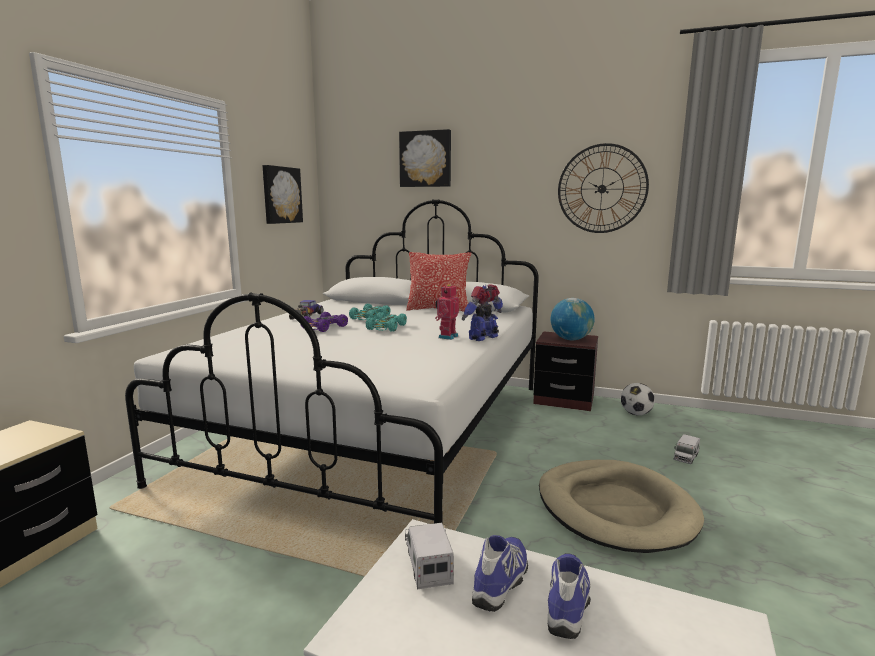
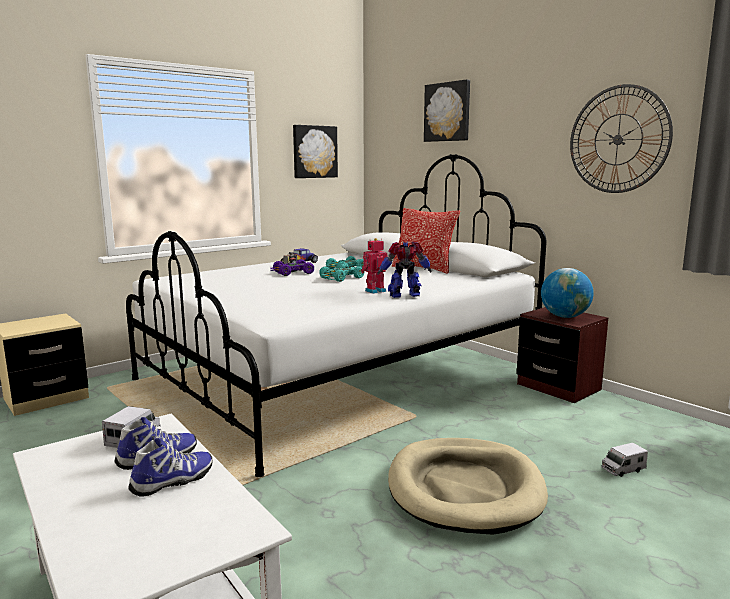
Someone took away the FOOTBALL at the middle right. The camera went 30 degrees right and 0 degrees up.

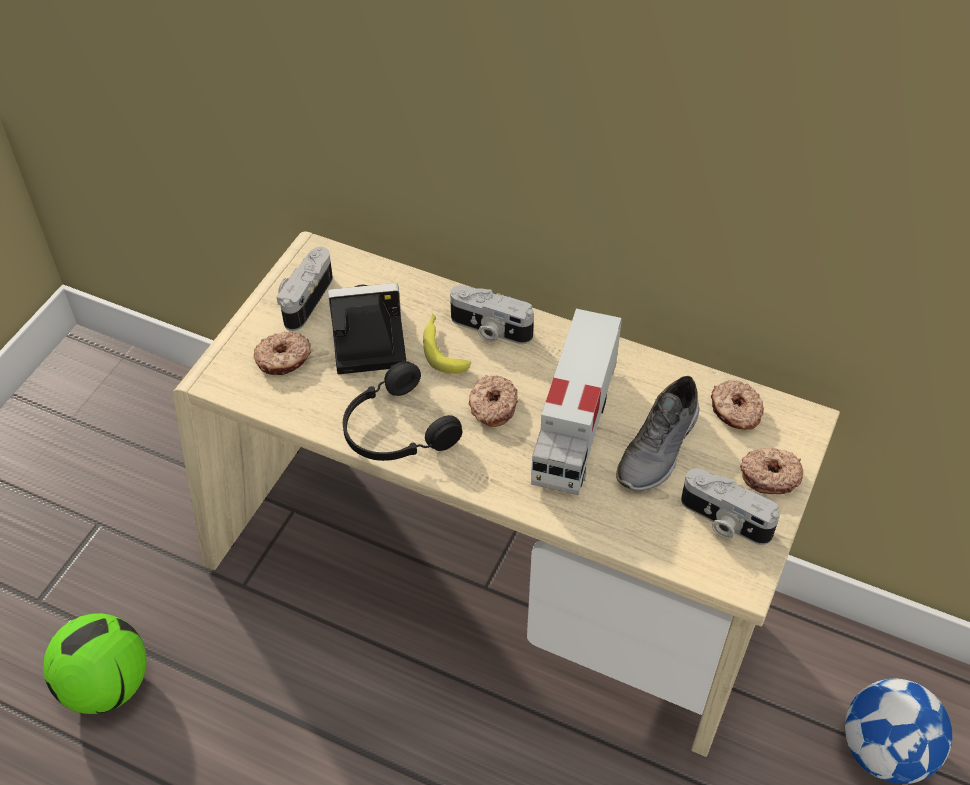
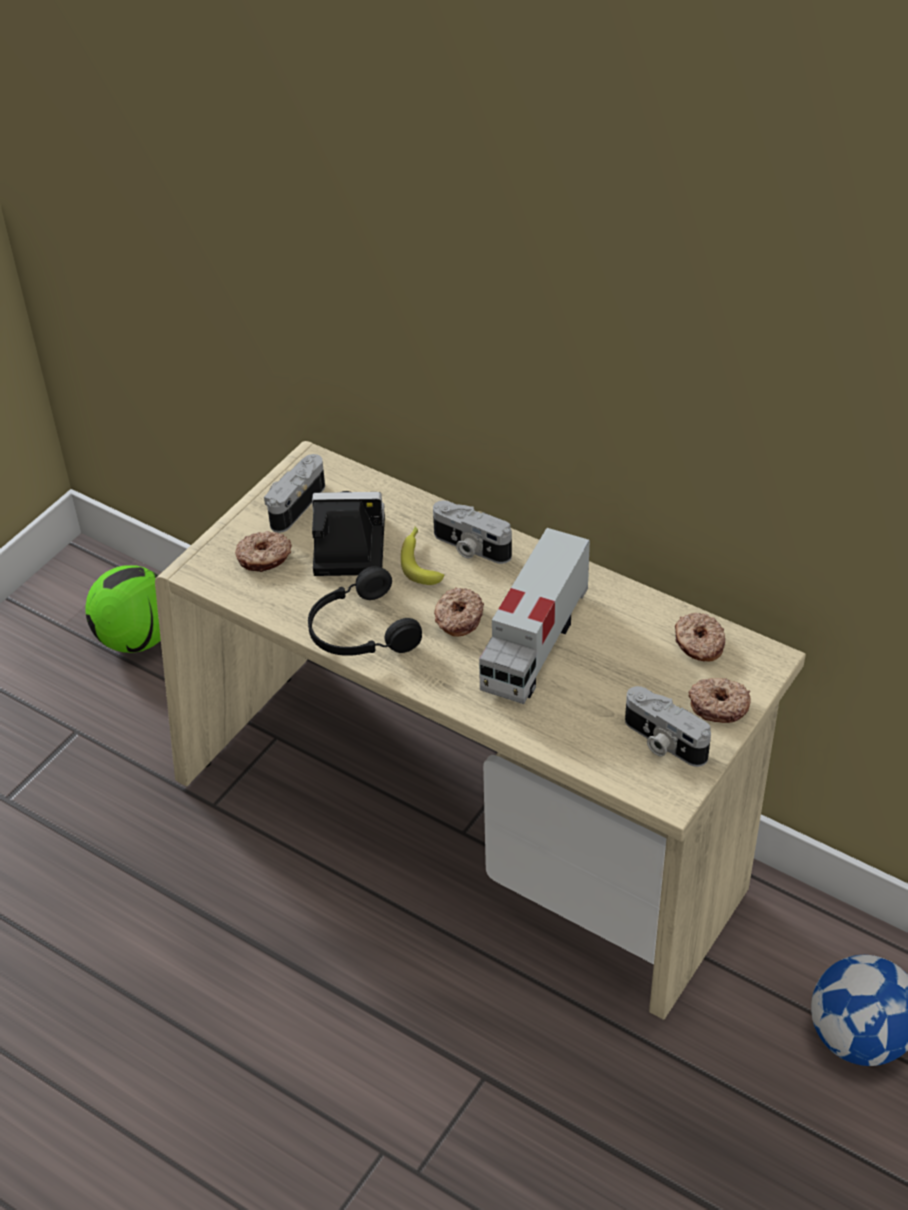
Someone took away the GREY SHOE at the middle right. Someone carried the FOOTBALL (no. 1 from left) from the bottom left to the middle left. The camera went 10 degrees right and 5 degrees down.

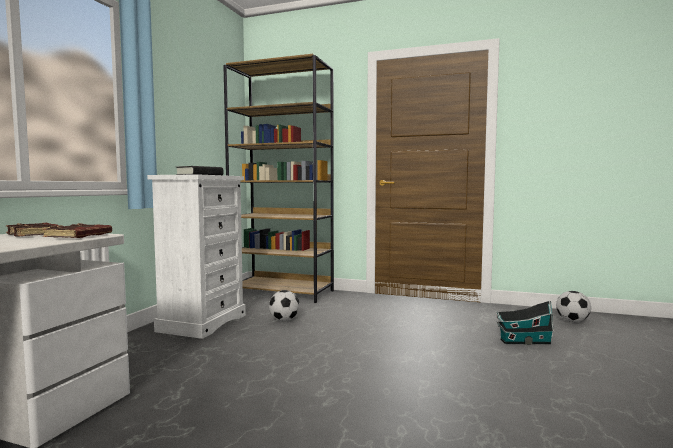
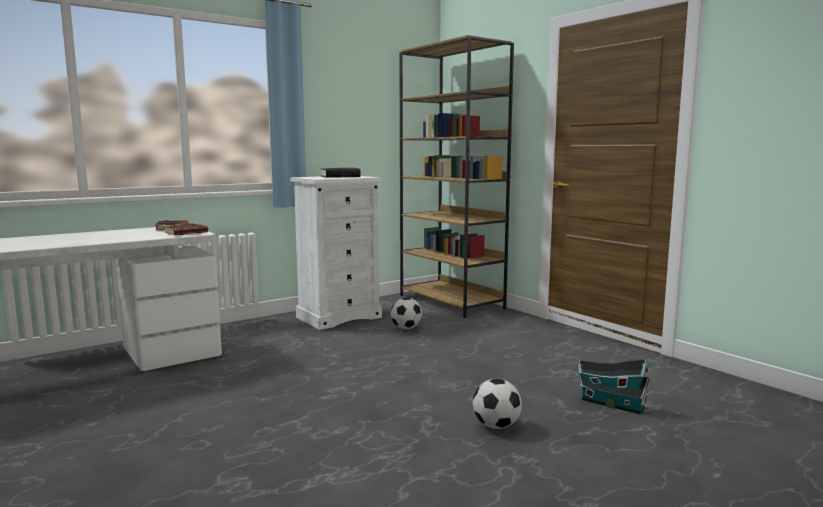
Someone carried the FOOTBALL (no. 2 from left) from the bottom right to the bottom centre. The camera went 35 degrees right and 5 degrees up.

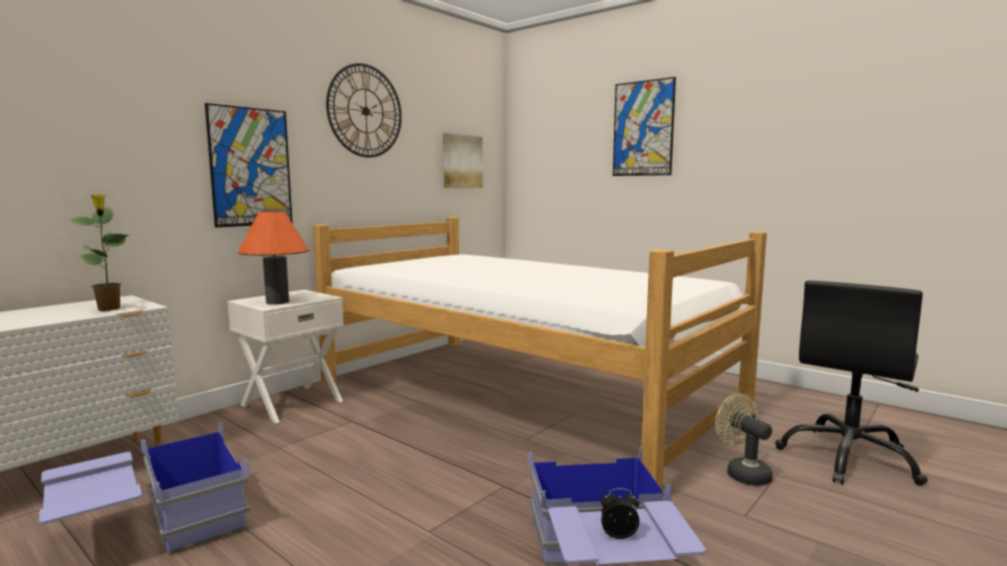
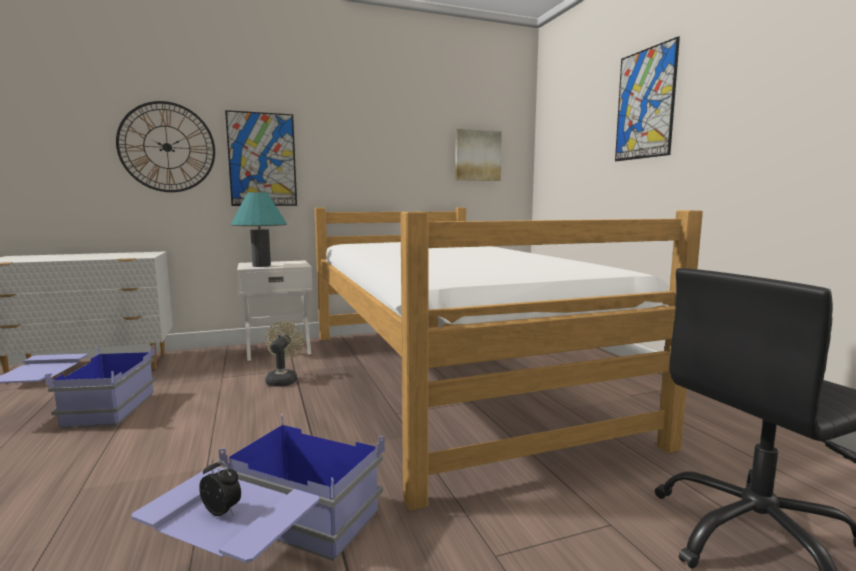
Someone carried the WALL CLOCK from the top centre to the top left. Someone took away the POTTED PLANT at the middle left. Someone repainted the ORANGE TABLE LAMP at the middle left, which became the TURQUOISE TABLE LAMP at the middle left. Someone carried the BEIGE FAN from the bottom right to the middle left. The camera went 30 degrees right and 0 degrees up.

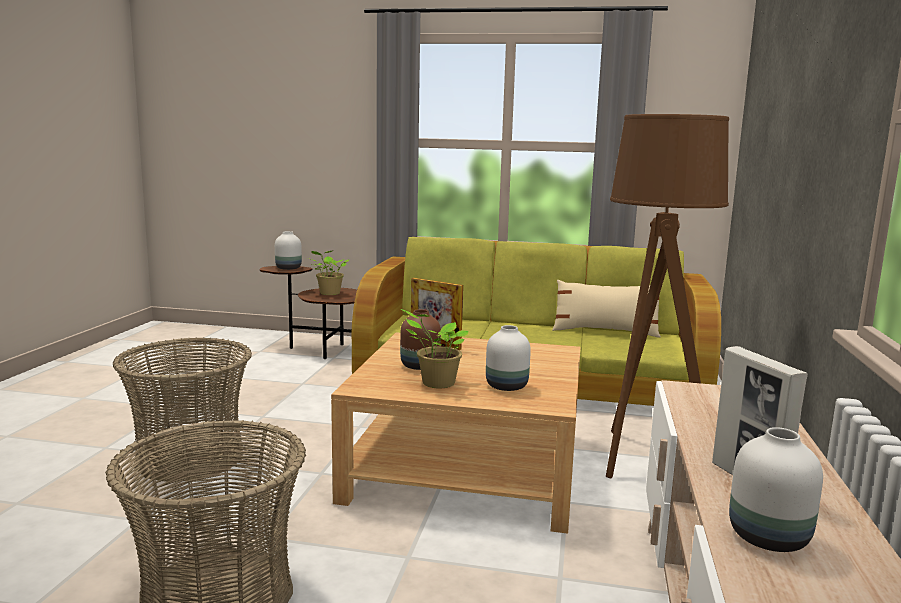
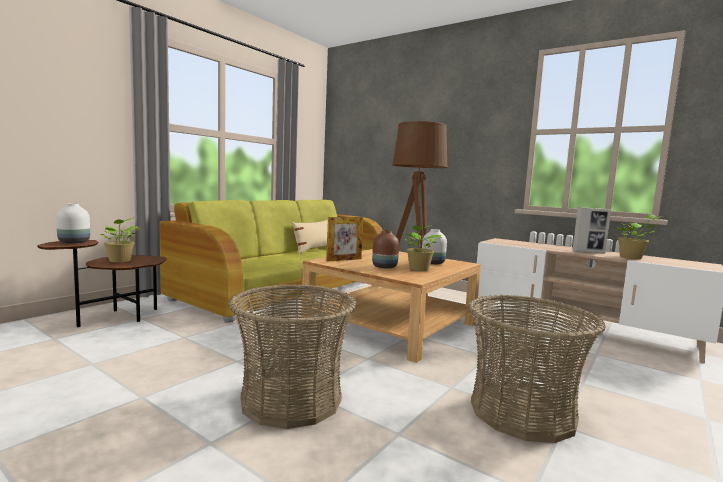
Someone swapped the WHITE VASE (no. 3 from left) at the bottom right for the POTTED PLANT (no. 3 from left) at the middle right. The camera went 65 degrees left and 5 degrees down.

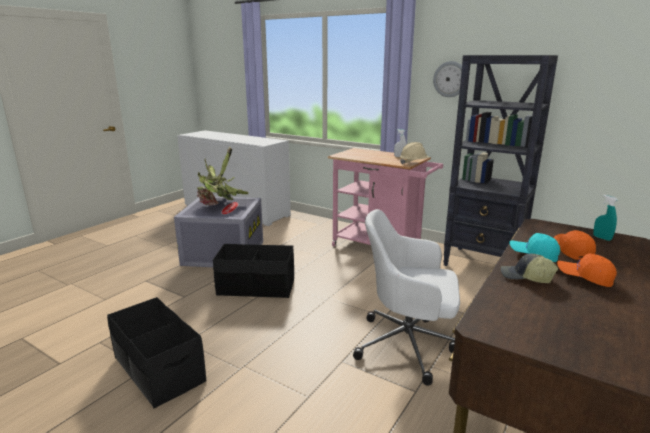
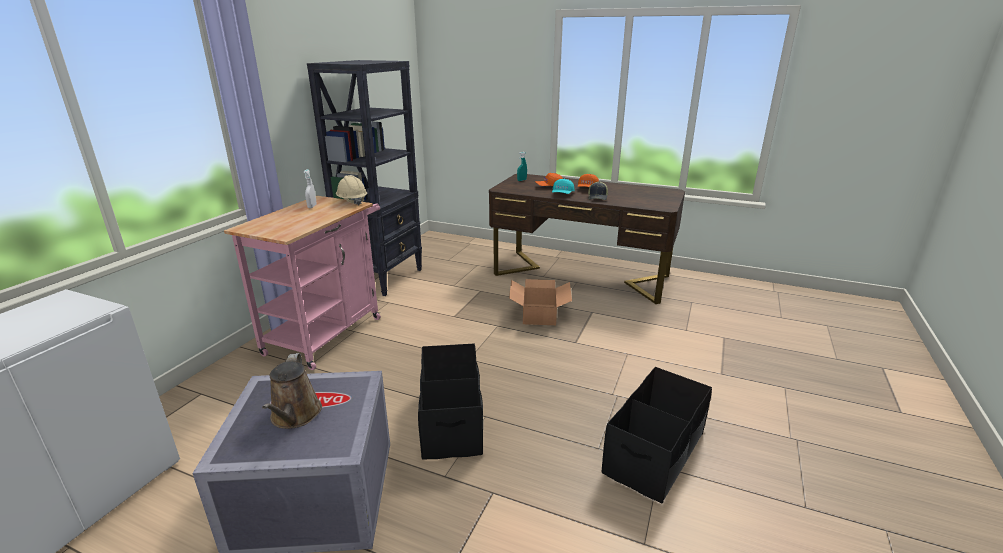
Someone took away the WALL CLOCK at the top right. Someone swapped the POTTED PLANT at the centre for the BROWN WATERING CAN at the bottom left. Someone swapped the WHITE OFFICE CHAIR at the bottom centre for the CARDBOARD BOX at the centre. The camera went 100 degrees left and 5 degrees up.

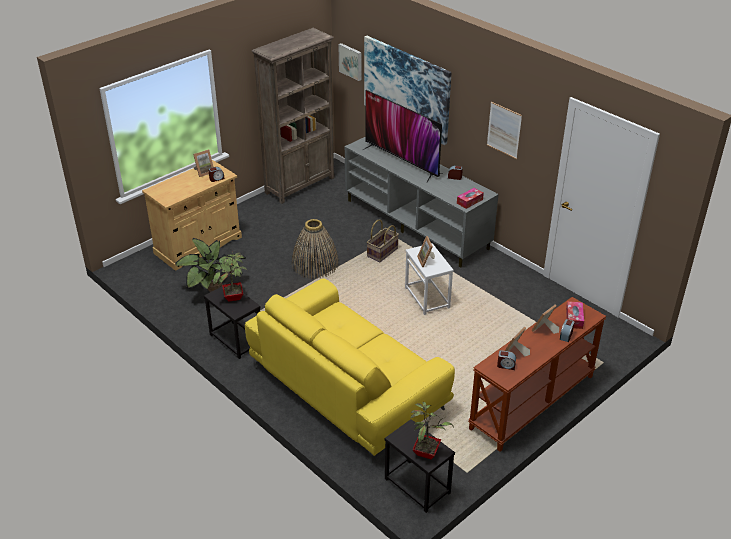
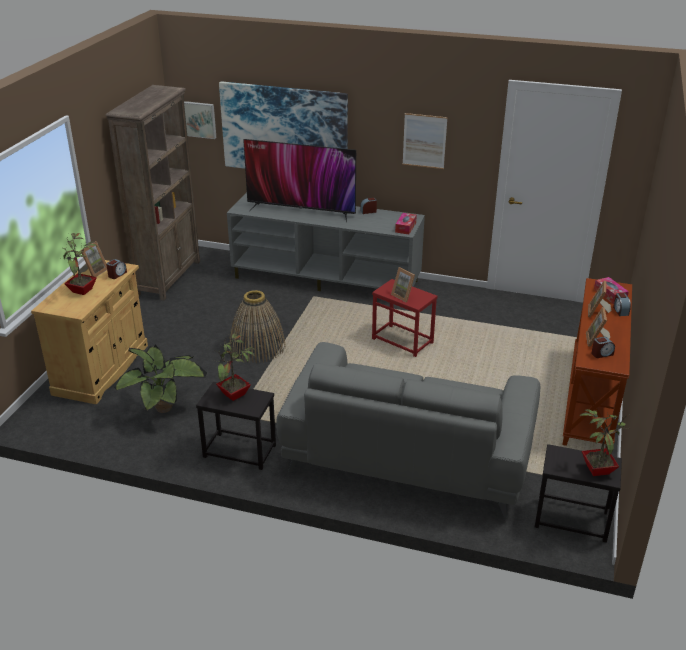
Someone took away the BASKET (no. 2 from left) at the centre. Someone repainted the WHITE SIDE TABLE at the centre, which became the RED SIDE TABLE at the centre. Someone repainted the YELLOW SOFA at the bottom centre, which became the GREY SOFA at the centre. Someone put down the POTTED PLANT (no. 1 from left) at the middle left. The camera went 30 degrees left and 5 degrees down.

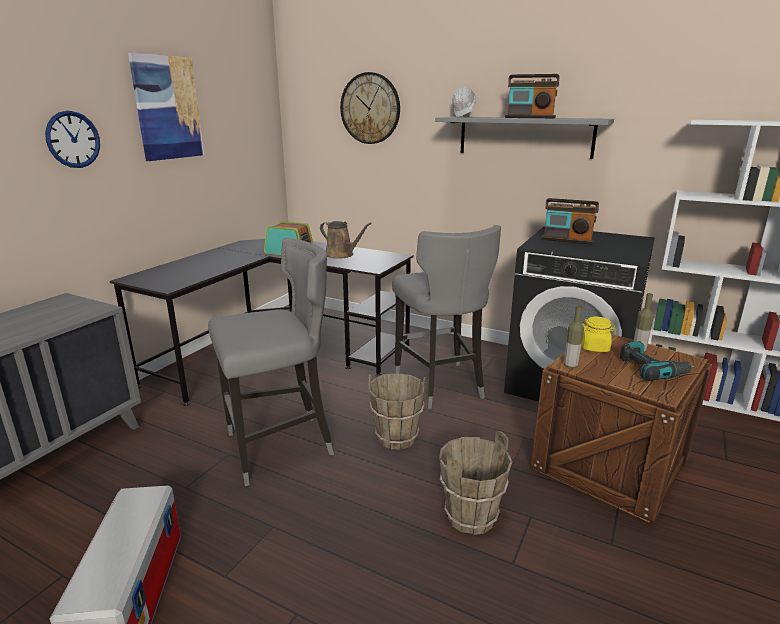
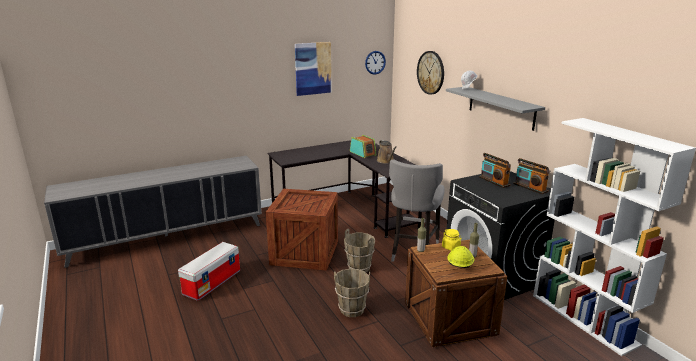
Someone carried the RADIO (no. 2 from left in the first image) from the top right to the middle right. Someone carried the WALL CLOCK (no. 1 from left) from the top left to the top centre. Someone swapped the GREY STOOL (no. 1 from left) at the centre for the CRATE (no. 1 from left) at the centre. Someone swapped the POWER DRILL at the middle right for the YELLOW HARD HAT at the bottom centre. The camera went 35 degrees right and 0 degrees up.

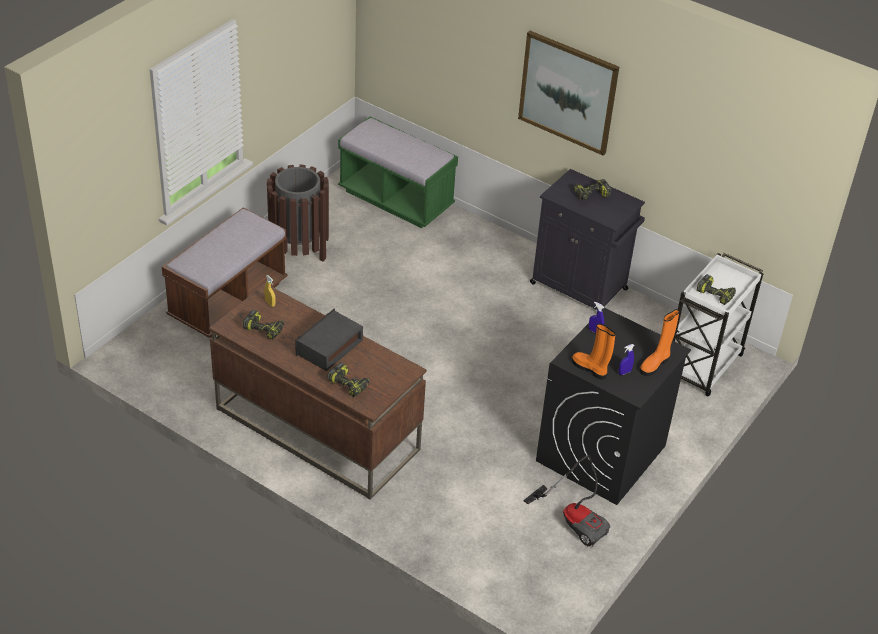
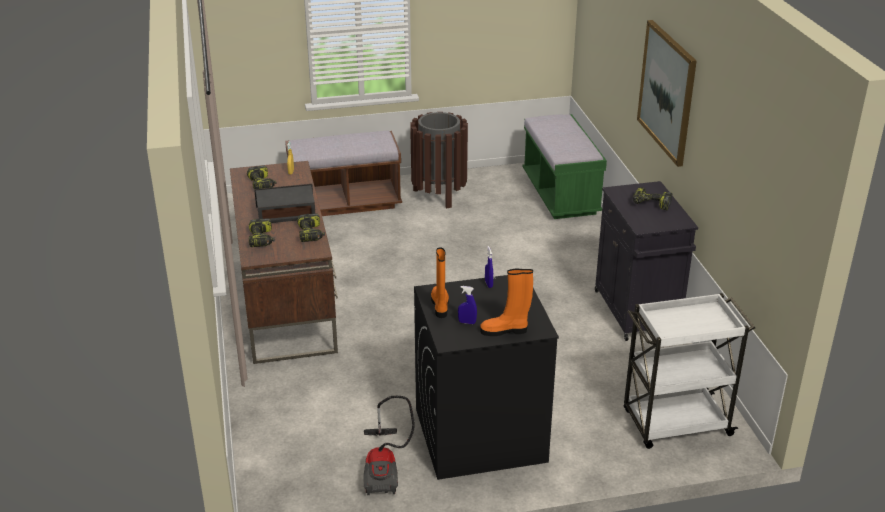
Someone carried the POWER DRILL (no. 4 from left in the first image) from the middle right to the centre. The camera went 45 degrees right and 10 degrees down.

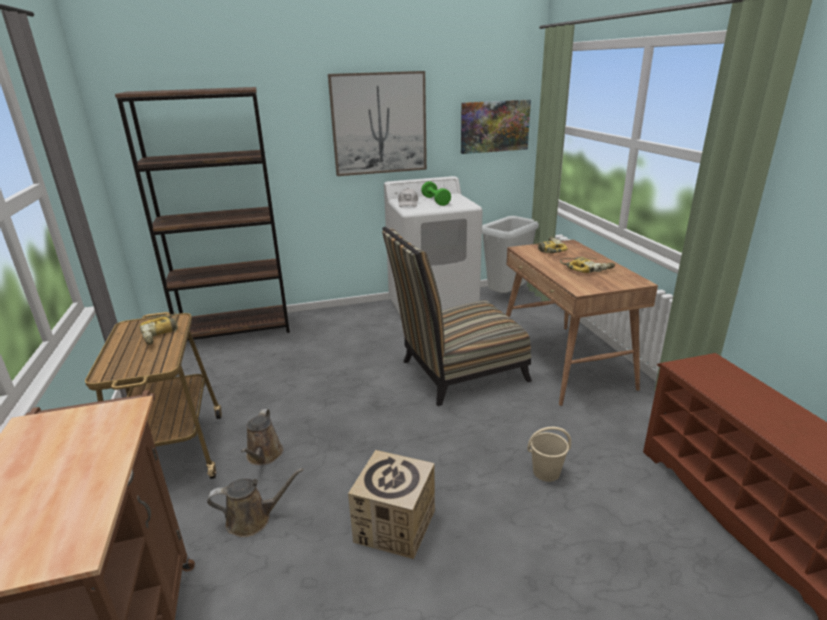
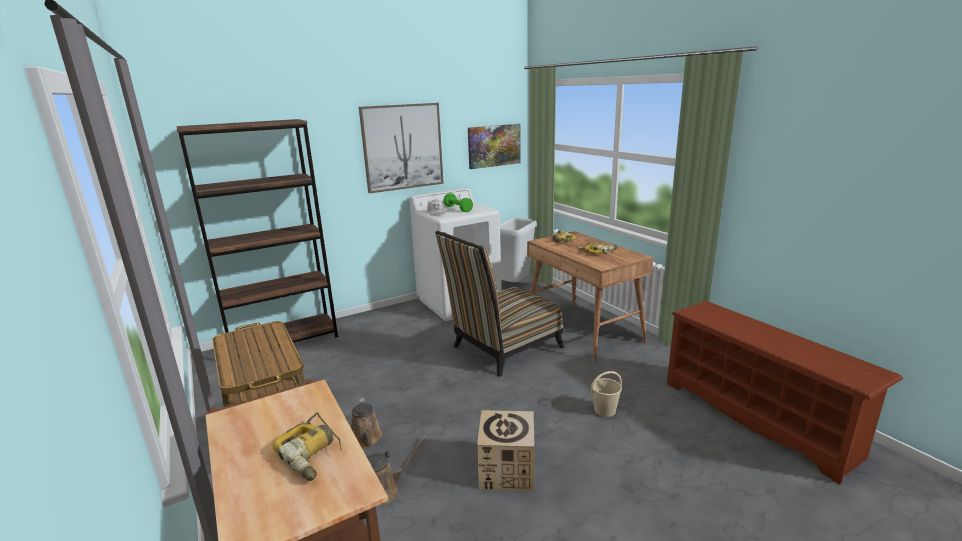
Someone carried the POWER DRILL (no. 1 from left) from the middle left to the bottom left. The camera went 15 degrees left and 5 degrees down.

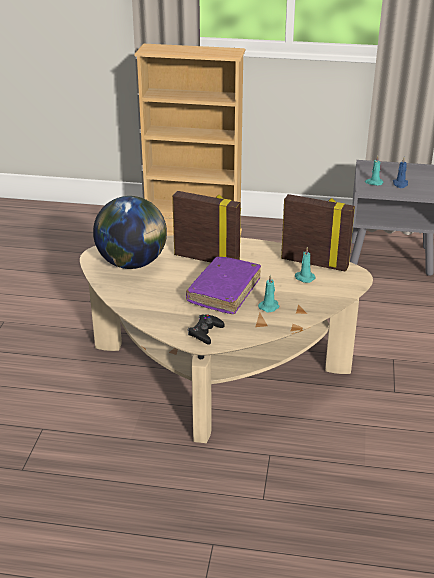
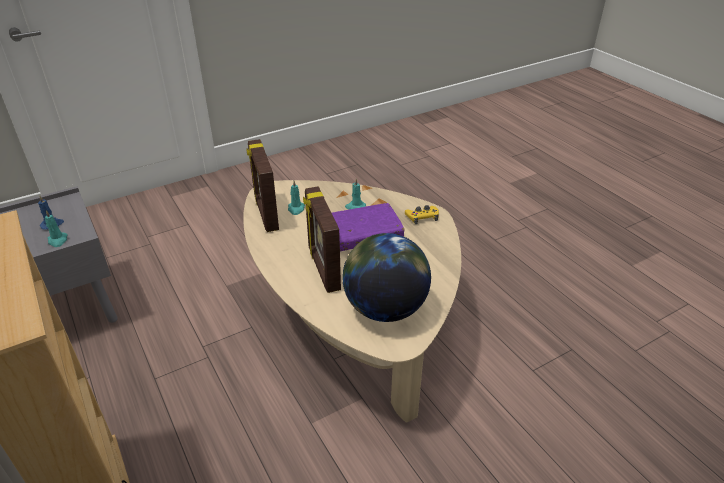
Someone repainted the BLACK GAME CONTROLLER at the centre, which became the YELLOW GAME CONTROLLER at the centre. The camera went 130 degrees left and 5 degrees up.

